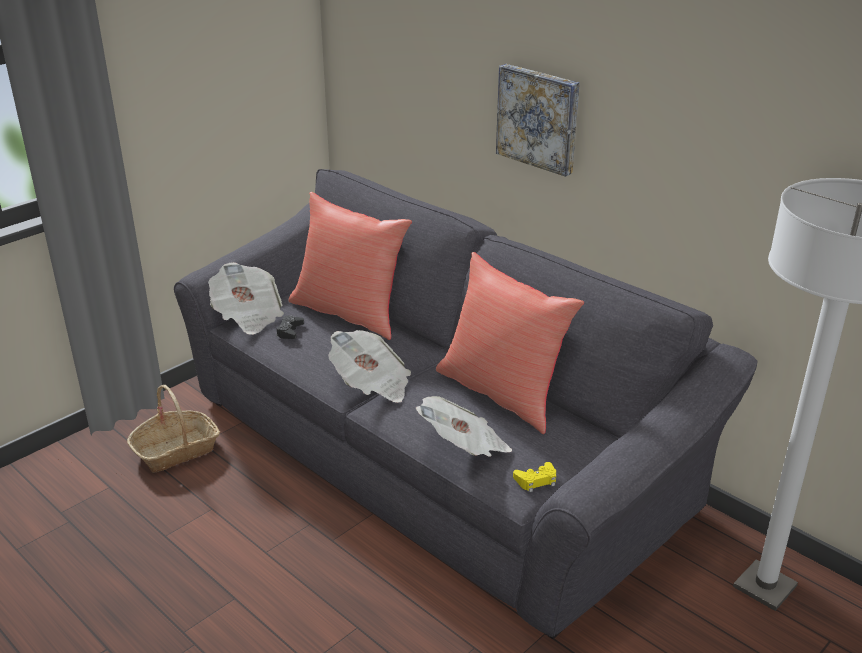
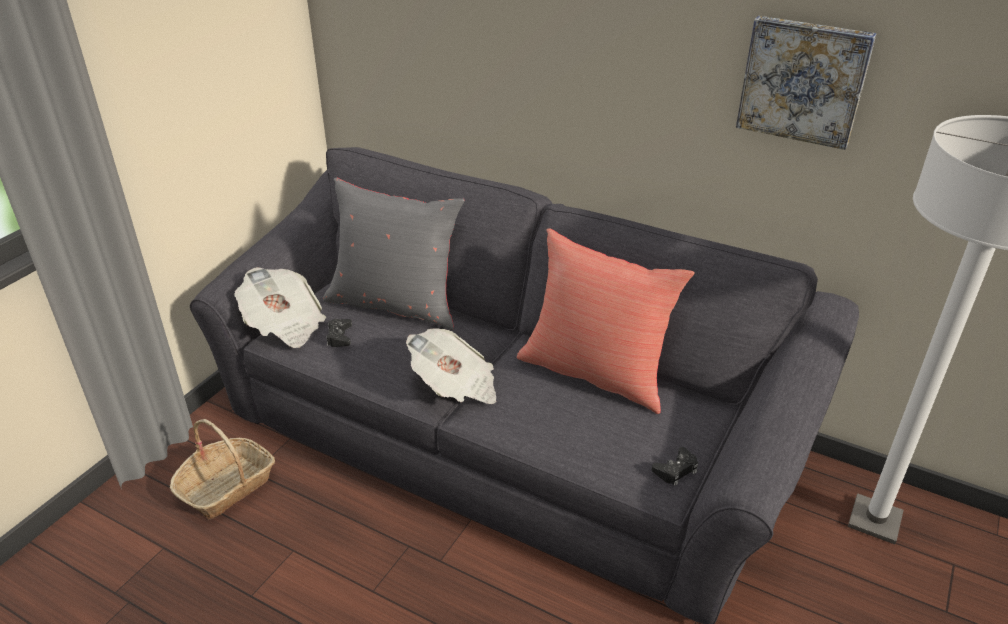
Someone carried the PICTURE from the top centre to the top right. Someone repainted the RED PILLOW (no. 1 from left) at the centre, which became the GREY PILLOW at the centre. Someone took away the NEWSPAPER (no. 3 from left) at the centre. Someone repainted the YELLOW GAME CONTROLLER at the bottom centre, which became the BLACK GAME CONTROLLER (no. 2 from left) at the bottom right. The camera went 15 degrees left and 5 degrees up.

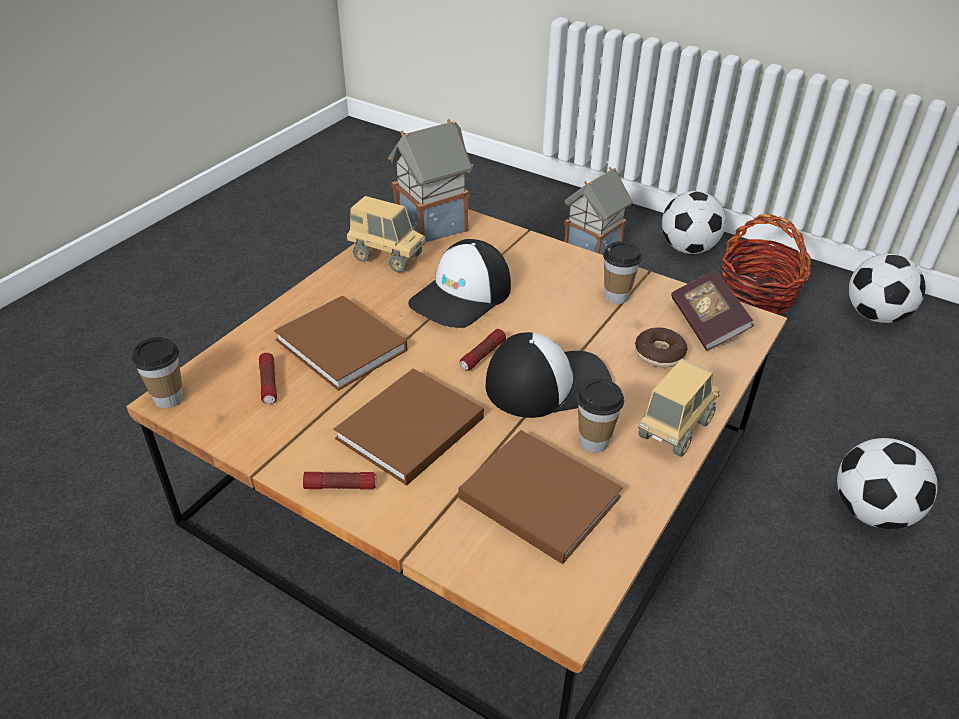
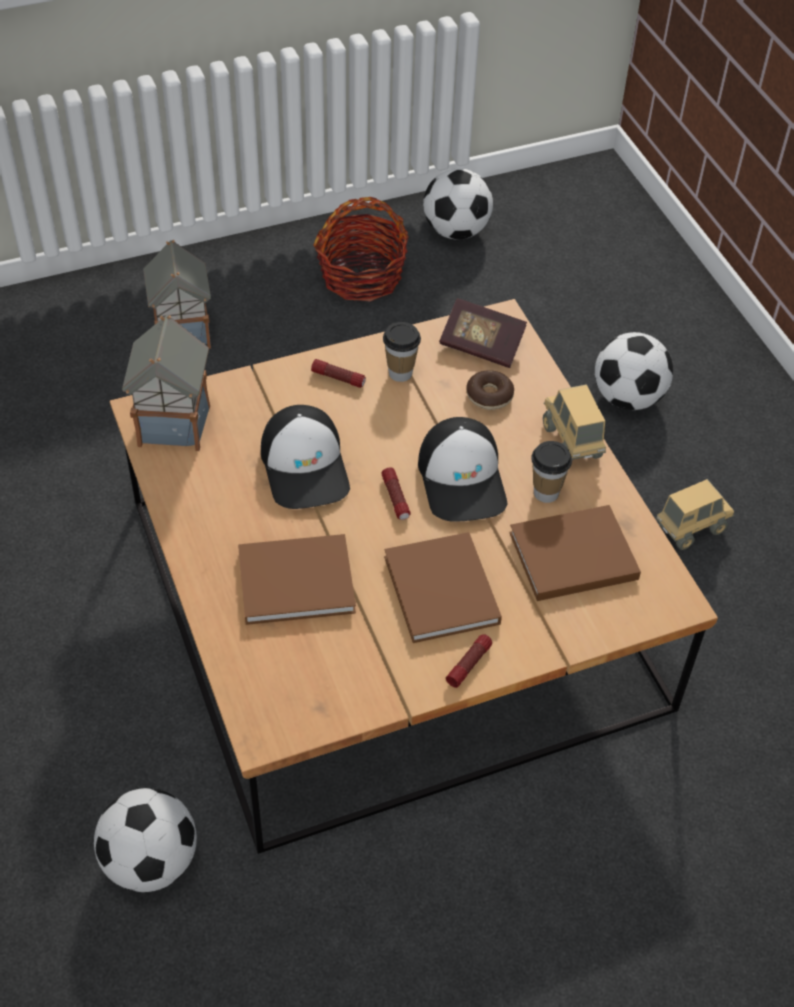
Someone carried the FOOTBALL (no. 1 from left) from the top right to the bottom left. Someone carried the TOY TRUCK (no. 1 from left in the first image) from the top centre to the middle right. Someone rotated the CAP (no. 2 from left) at the centre by 150 degrees clockwise. Someone took away the CUP (no. 1 from left) at the middle left. Someone carried the FLASHLIGHT (no. 1 from left) from the middle left to the centre. The camera went 55 degrees left and 10 degrees up.

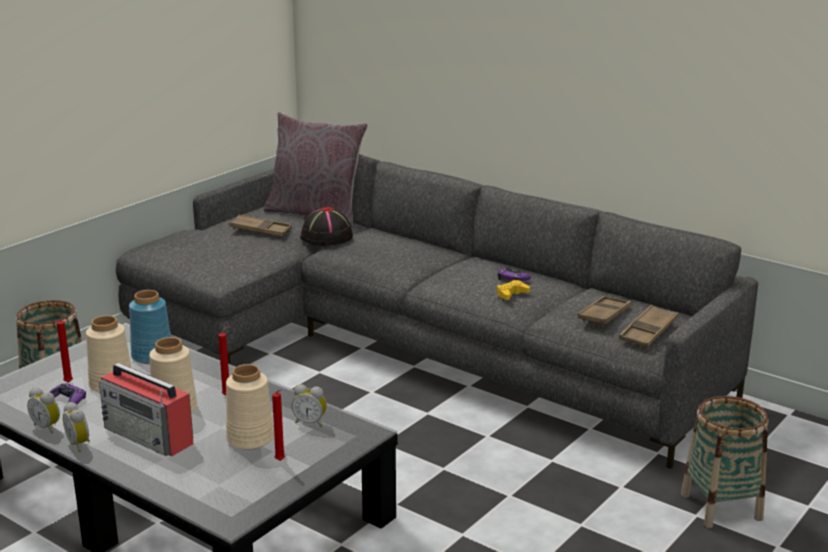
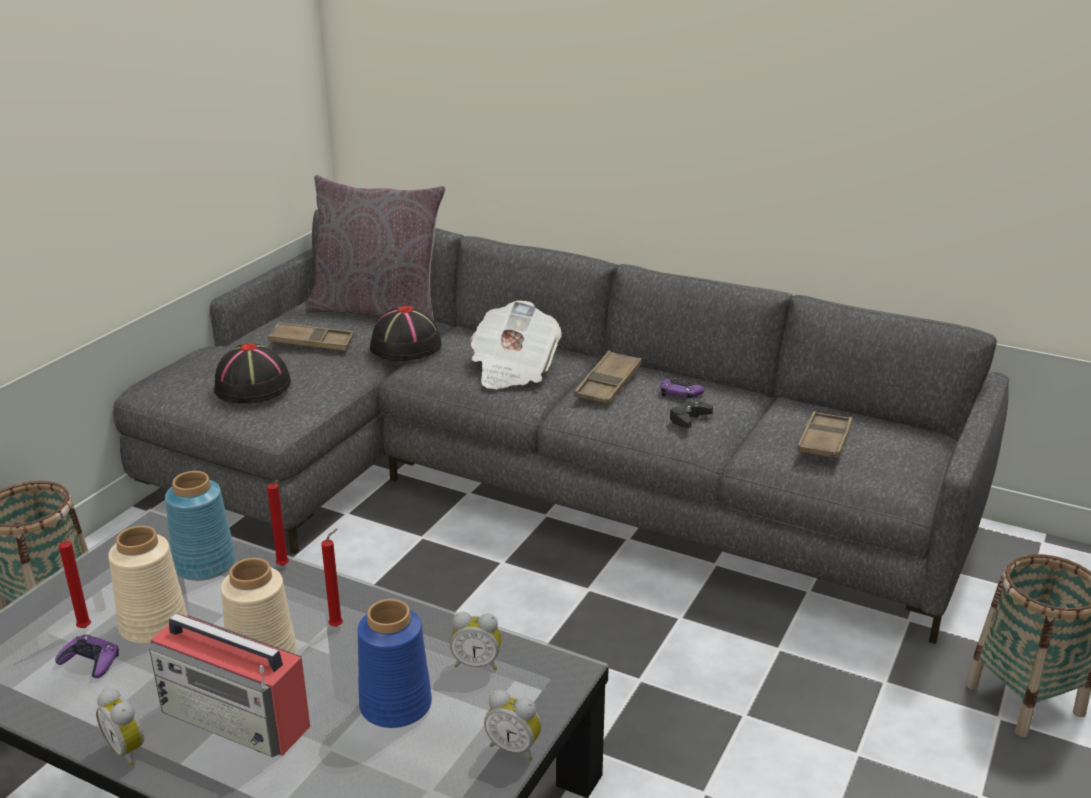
Someone repainted the YELLOW GAME CONTROLLER at the centre, which became the BLACK GAME CONTROLLER at the centre. Someone carried the BROWN TRAY (no. 3 from left in the first image) from the middle right to the centre. Someone repainted the BEIGE VASE (no. 3 from left) at the bottom left, which became the BLUE VASE (no. 2 from left) at the bottom centre. Someone carried the ALARM CLOCK (no. 1 from left in the first image) from the bottom left to the bottom centre. Someone carried the RED CANDLE (no. 3 from left in the first image) from the bottom centre to the middle left. Someone put down the NEWSPAPER at the centre. Someone put down the BLACK HAT (no. 1 from left) at the middle left. The camera went 10 degrees left and 5 degrees up.

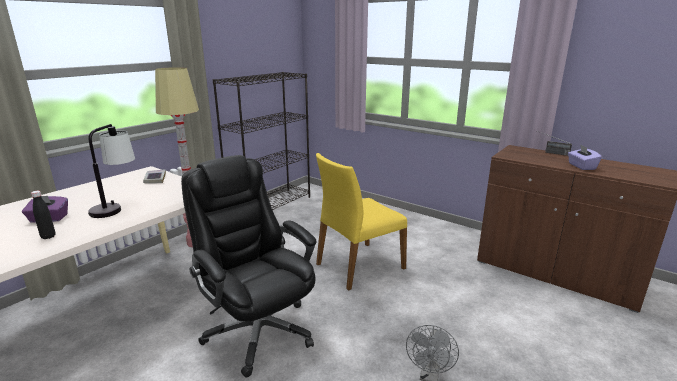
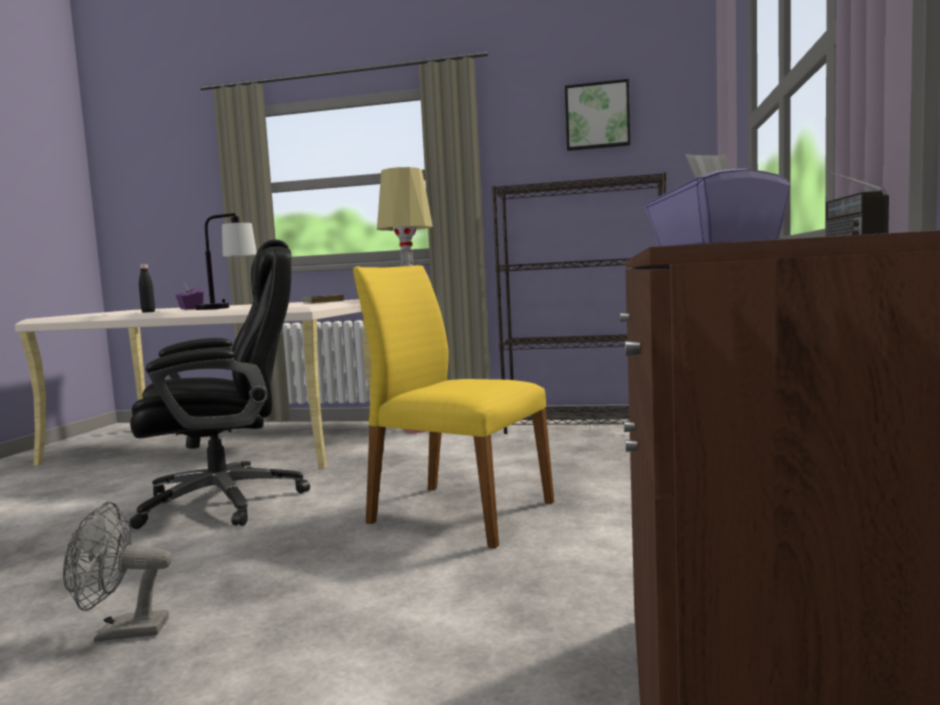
Someone rotated the BLACK OFFICE CHAIR at the bottom centre by 45 degrees clockwise. Someone put up the PICTURE at the top centre. The camera went 65 degrees right and 15 degrees down.

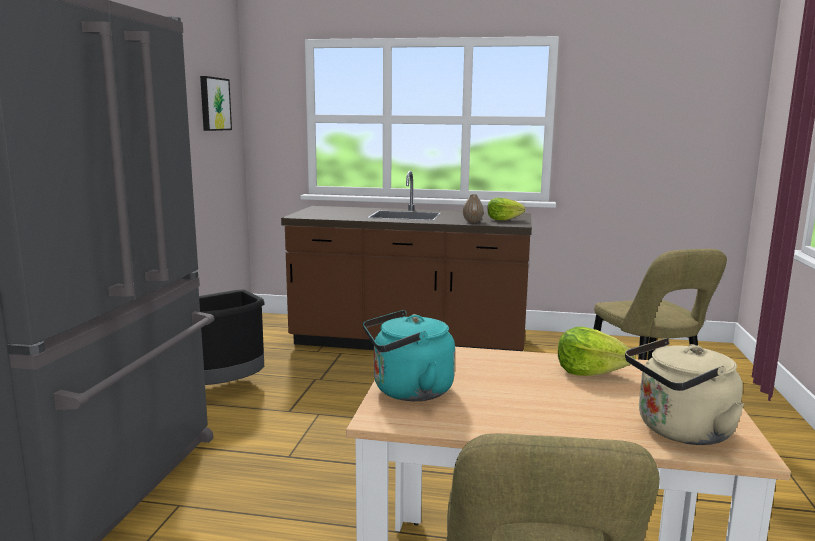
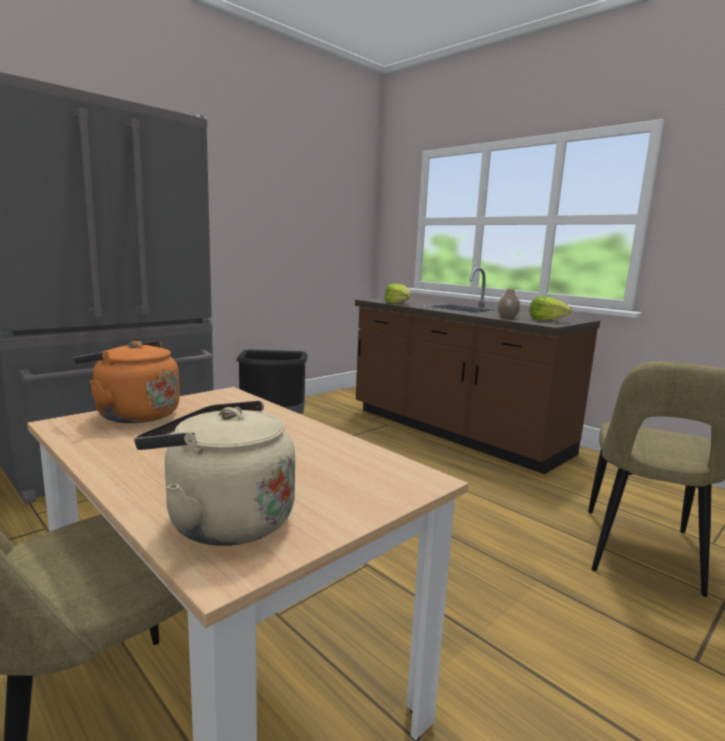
Someone took away the PICTURE at the top left. Someone repainted the TURQUOISE KETTLE at the centre, which became the ORANGE KETTLE at the middle left. Someone carried the LETTUCE (no. 2 from left in the first image) from the middle right to the centre. The camera went 35 degrees right and 0 degrees up.

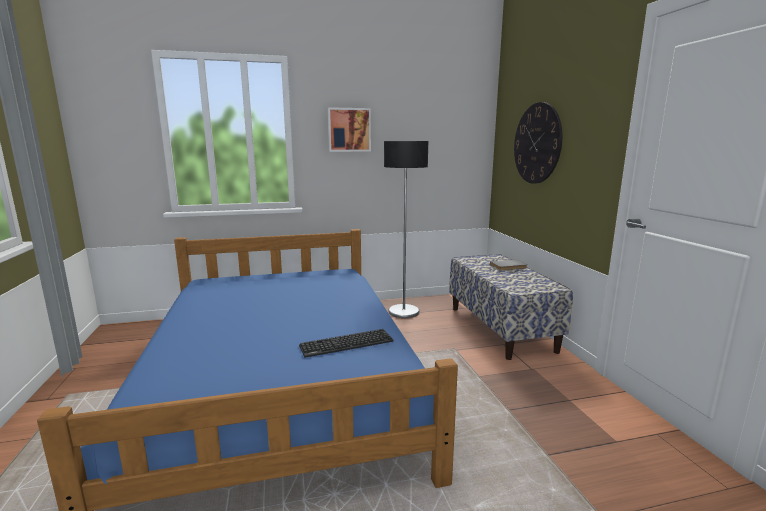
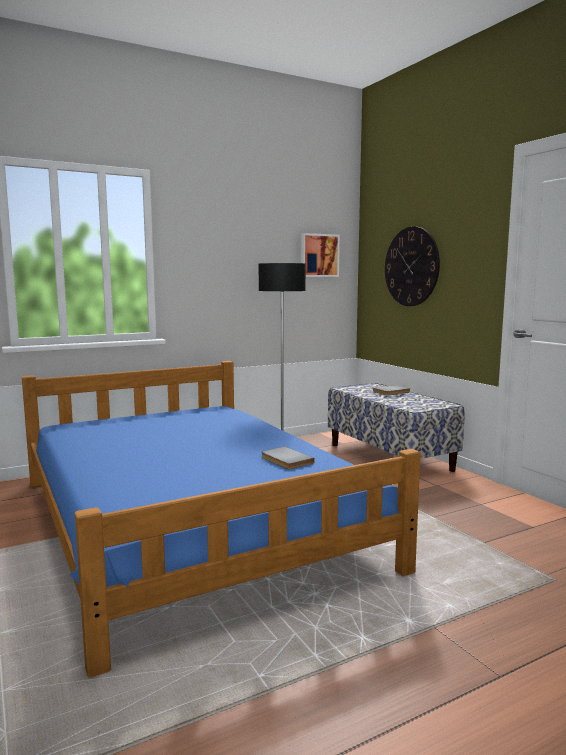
Someone carried the PICTURE from the top centre to the centre. Someone swapped the KEYBOARD at the bottom centre for the GREY BOOK (no. 1 from left) at the centre. The camera went 15 degrees left and 5 degrees down.

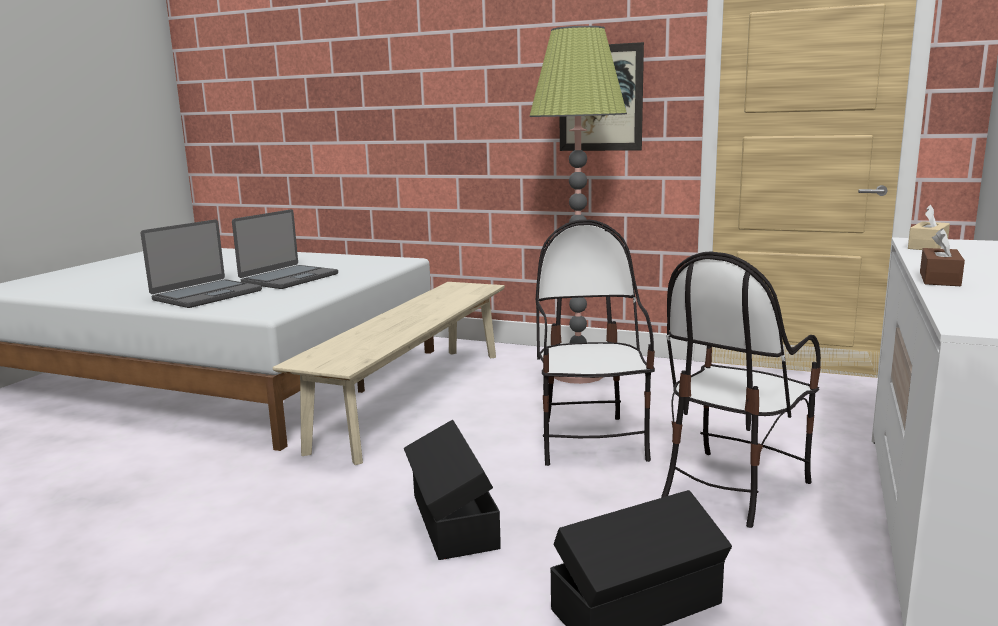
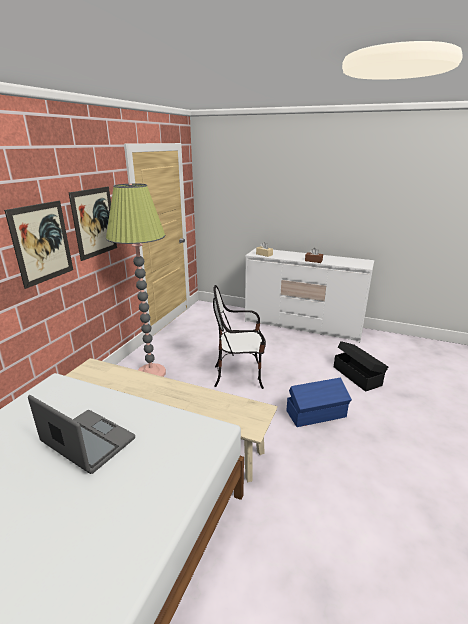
Someone took away the LAPTOP (no. 1 from left) at the middle left. Someone took away the CHAIR (no. 2 from left) at the middle right. Someone repainted the BLACK STORAGE BOX (no. 1 from left) at the bottom centre, which became the BLUE STORAGE BOX at the middle right. Someone put up the PICTURE (no. 1 from left) at the middle left. The camera went 90 degrees left and 10 degrees up.

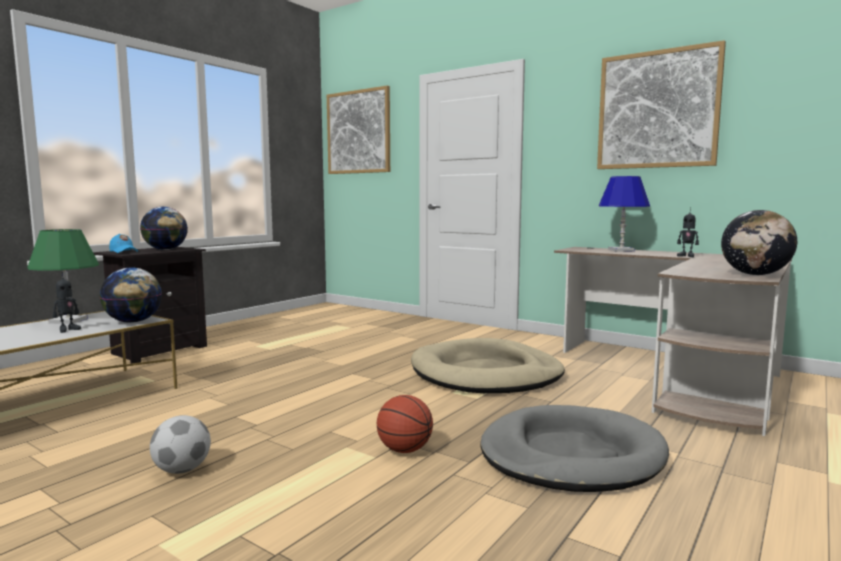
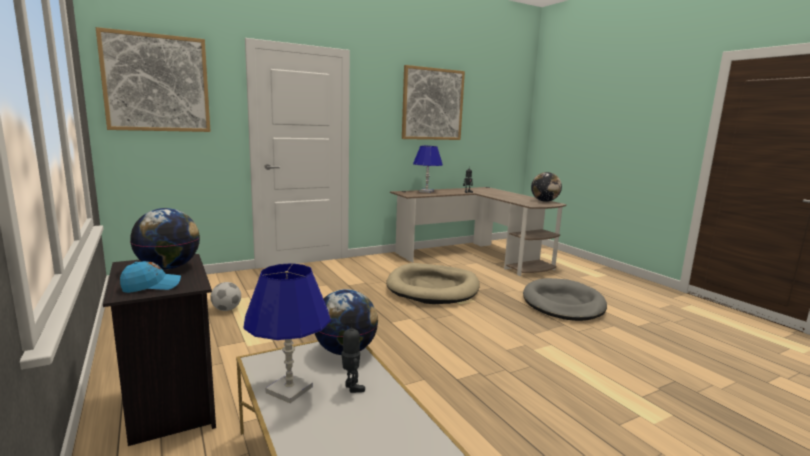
Someone repainted the GREEN TABLE LAMP at the middle left, which became the BLUE TABLE LAMP (no. 1 from left) at the bottom centre. Someone took away the BASKETBALL at the bottom centre. Someone carried the FOOTBALL from the bottom left to the middle left. The camera went 65 degrees left and 5 degrees up.

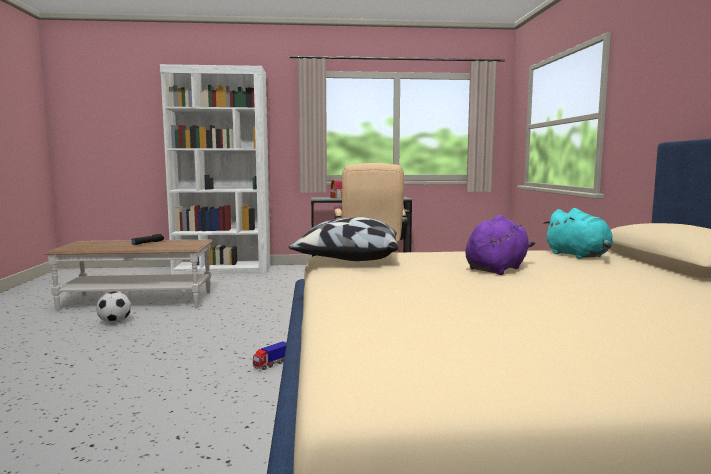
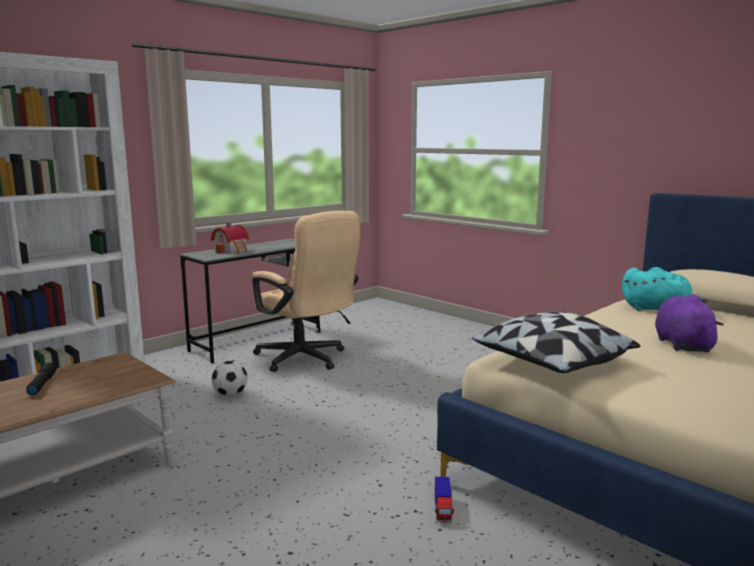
Someone carried the FOOTBALL from the middle left to the bottom left. The camera went 40 degrees left and 5 degrees up.

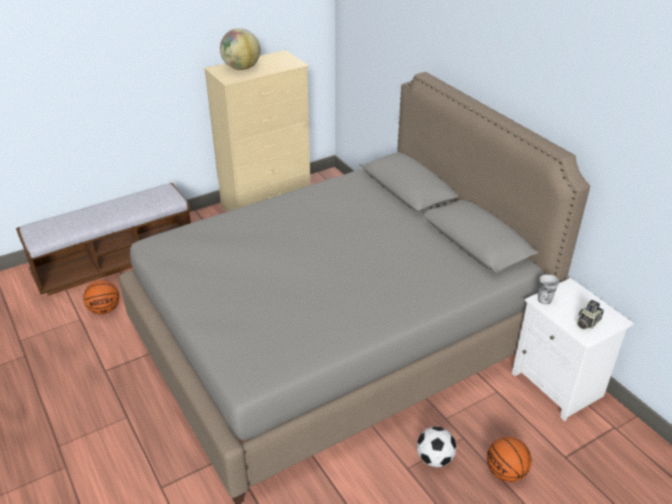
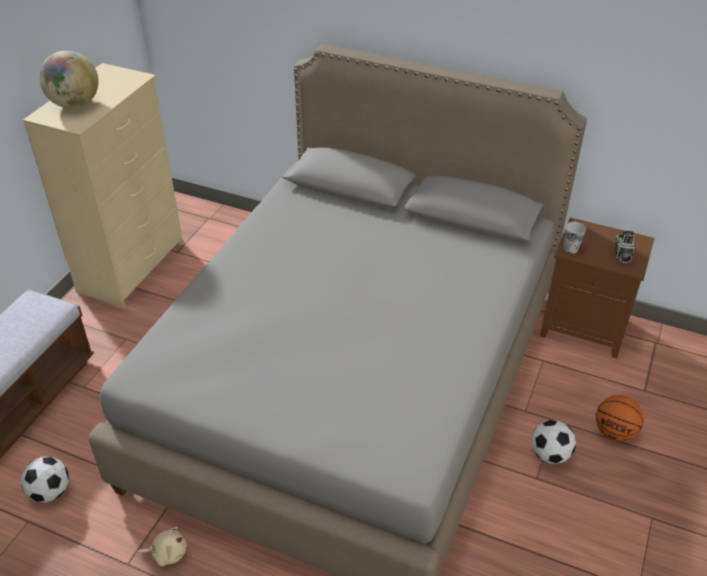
Someone repainted the WHITE NIGHTSTAND at the bottom right, which became the BROWN NIGHTSTAND at the middle right. Someone swapped the BASKETBALL (no. 1 from left) at the middle left for the FOOTBALL (no. 1 from left) at the bottom left. Someone put down the BEIGE PLUSH TOY at the bottom left. The camera went 35 degrees left and 5 degrees up.

